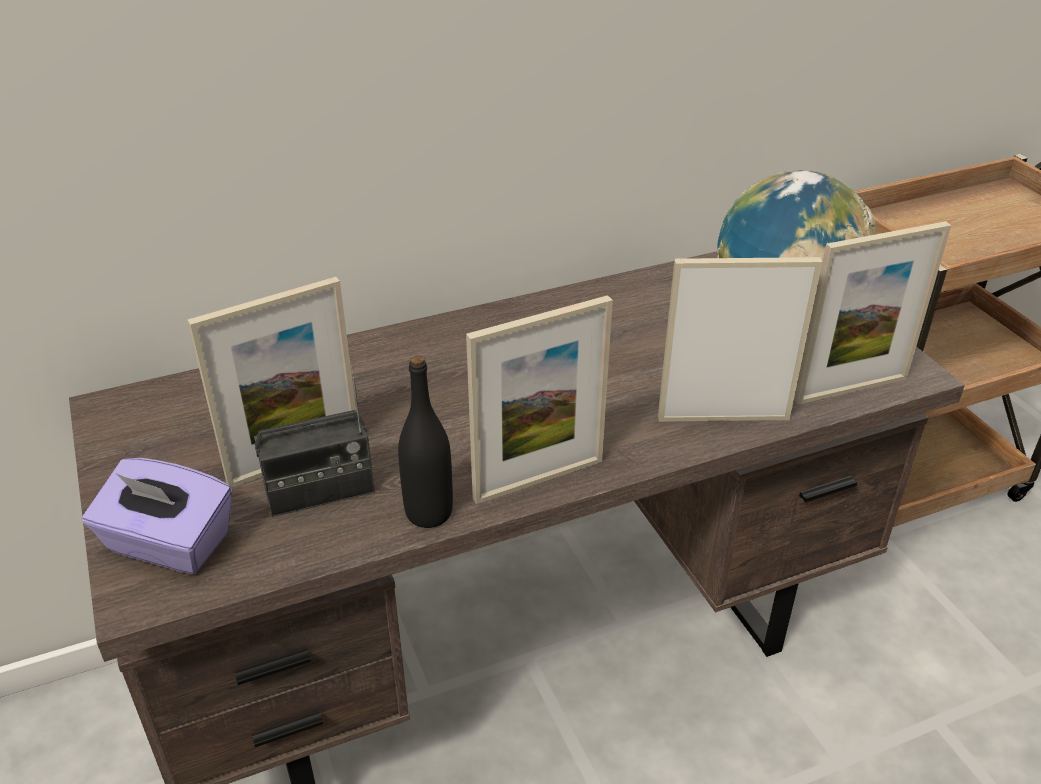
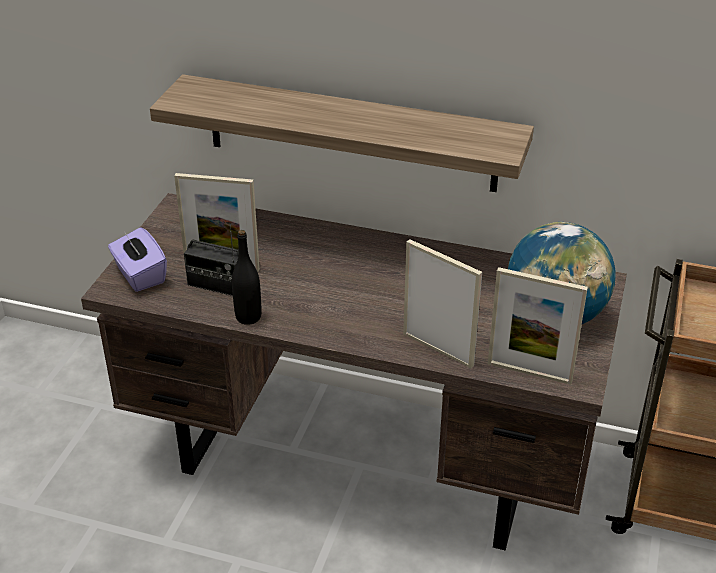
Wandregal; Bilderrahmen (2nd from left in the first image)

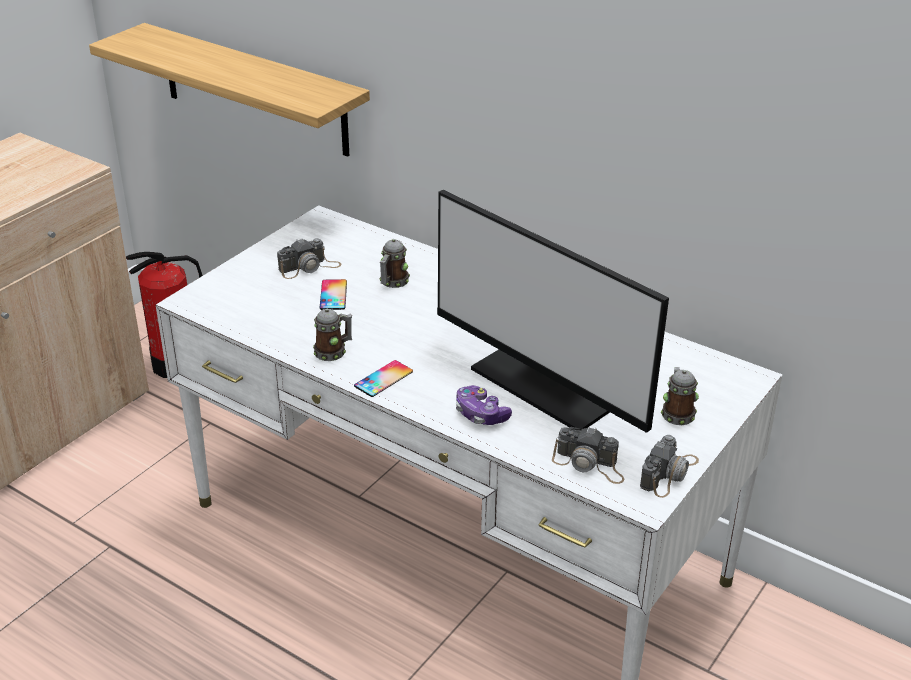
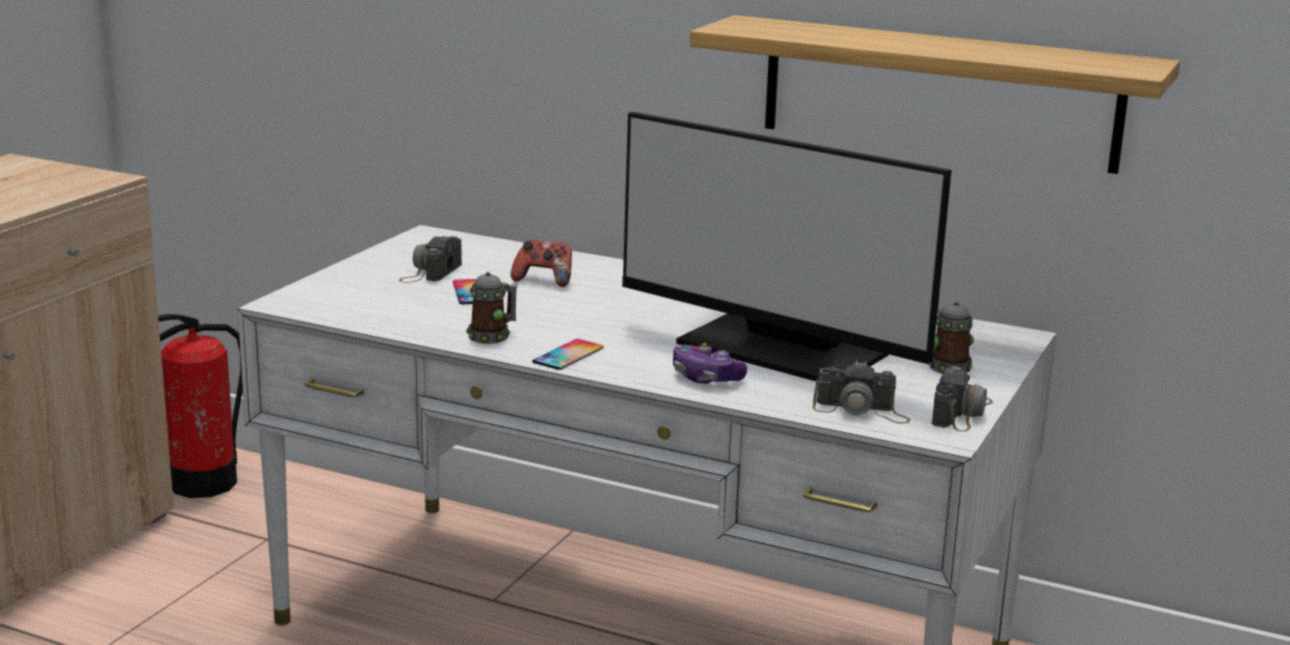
Kamera (1st from left); Gamepad (1st from left); Wandregal

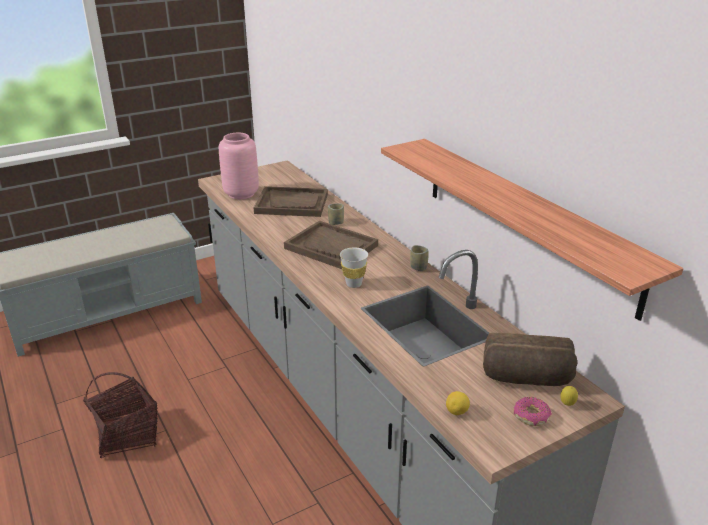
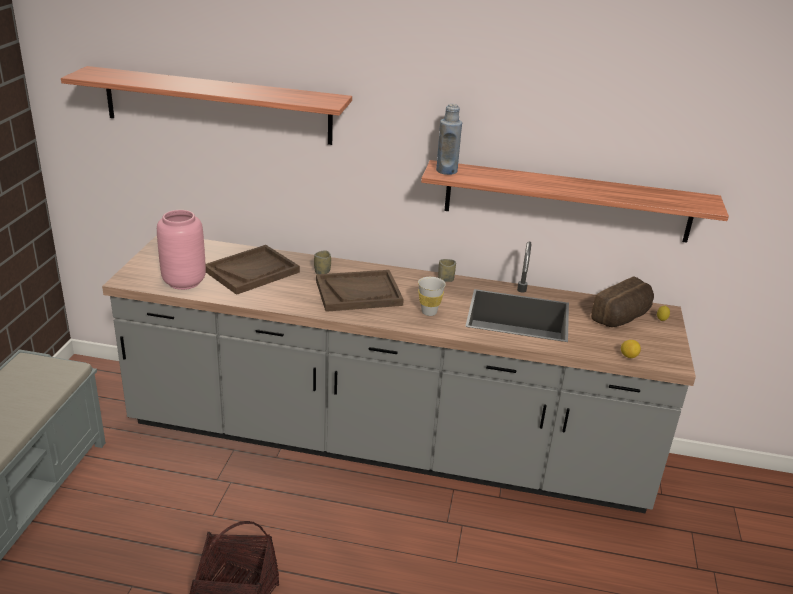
Wandregal (1st from left); Flasche/blau; Donut

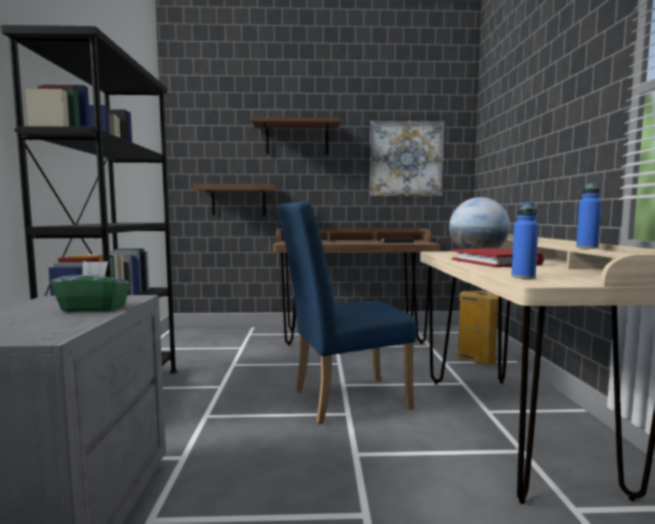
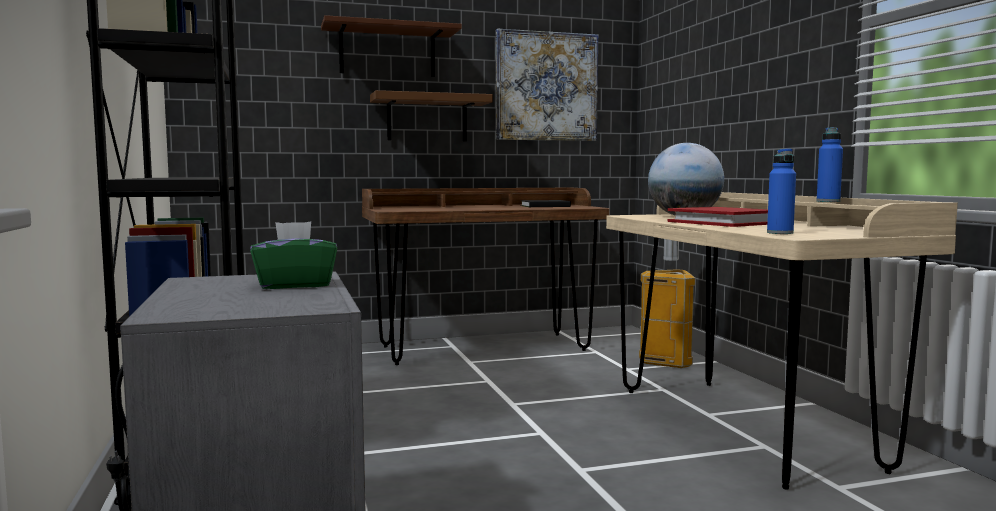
Wandregal/braun (2nd from left); Stuhl/blau

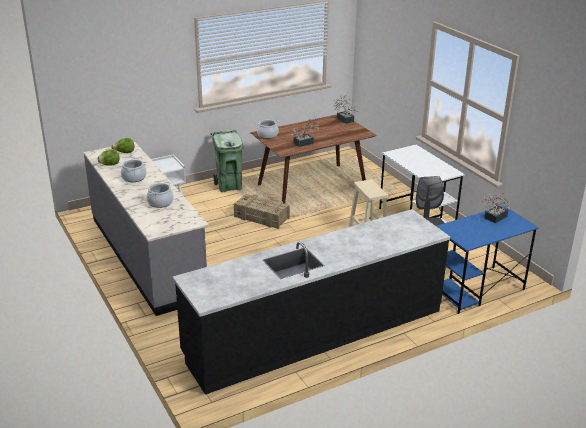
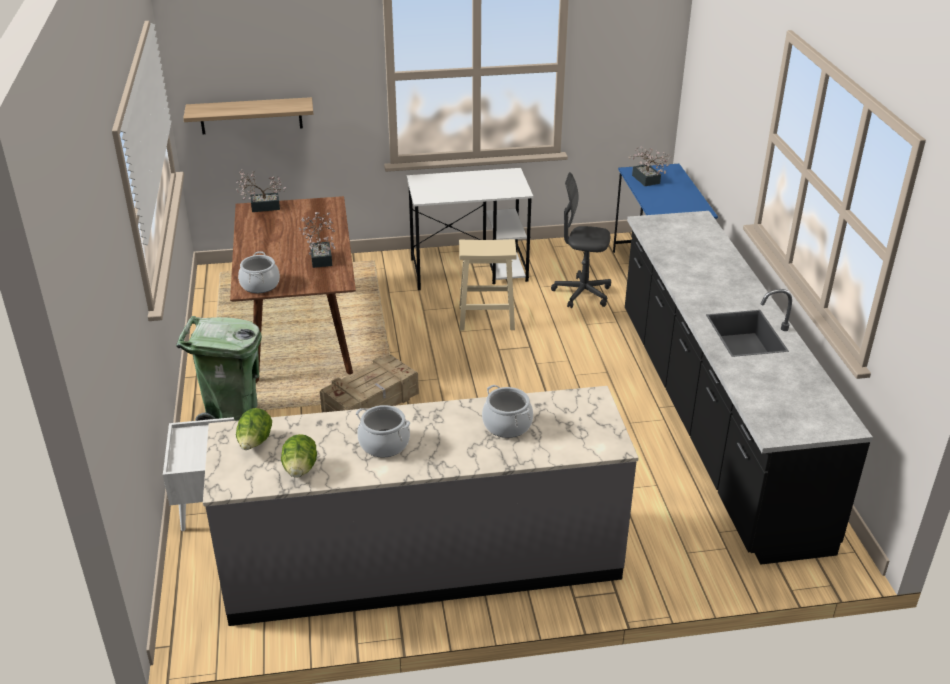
Wandregal

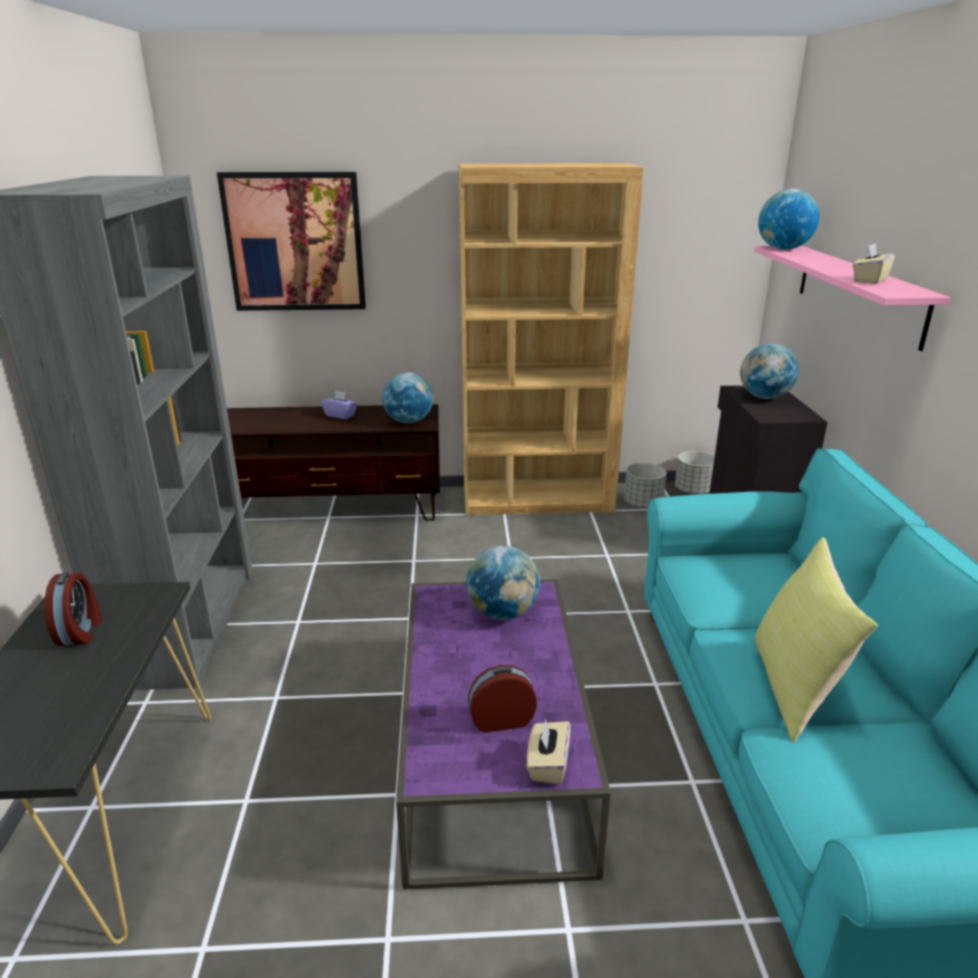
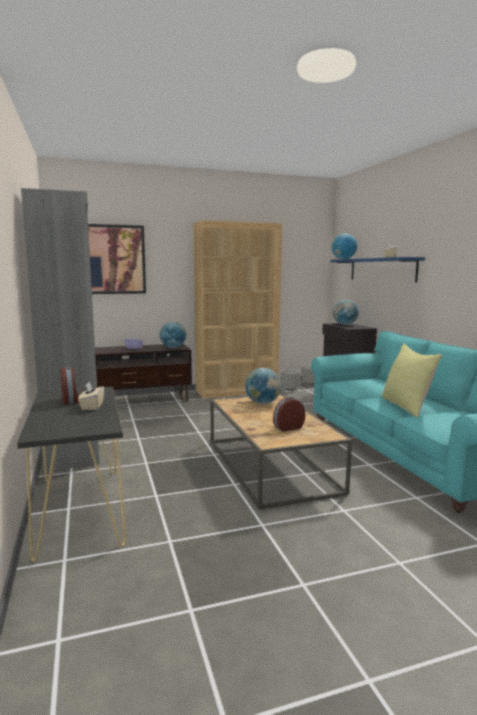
Taschentuchbox/beige (1st from left); Couchtisch/braun; Wandregal/blau

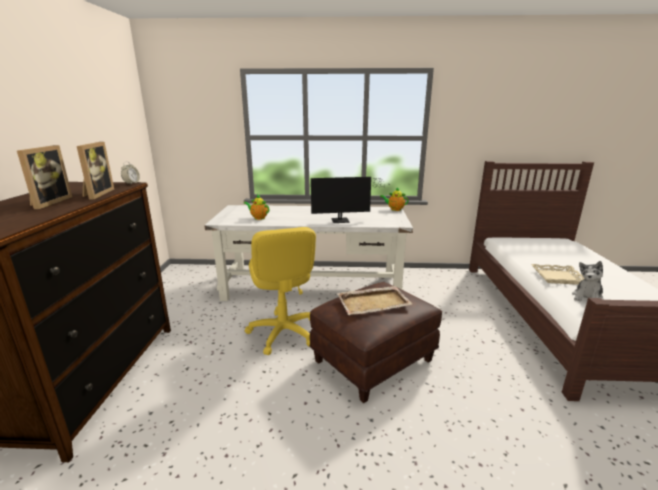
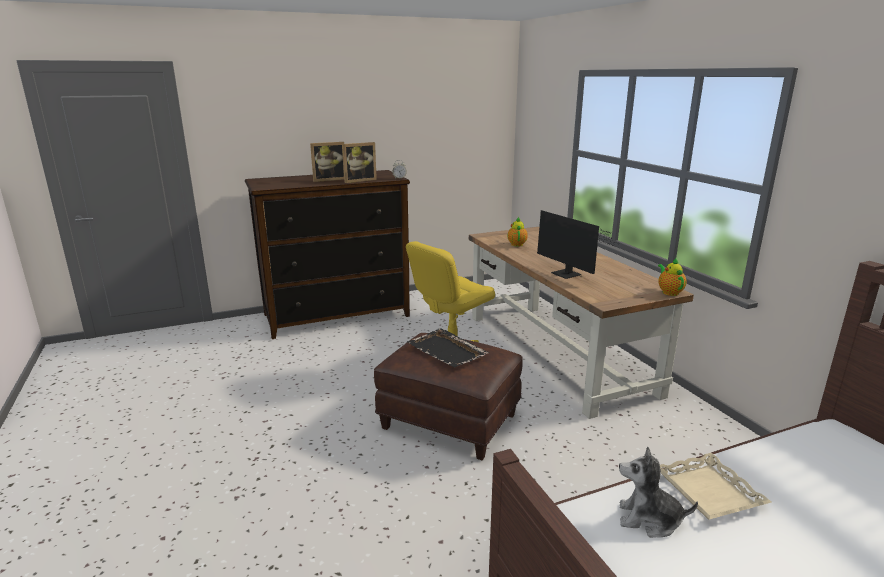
Tablett/schwarz; Schreibtisch/braun

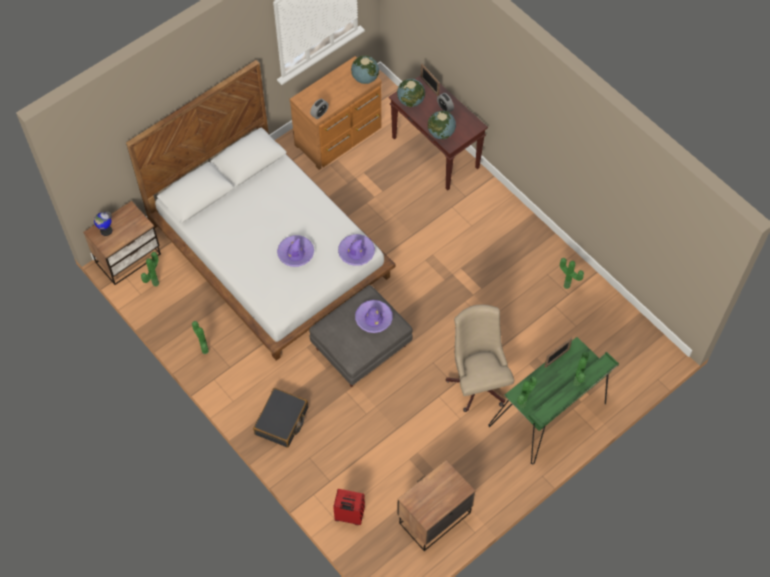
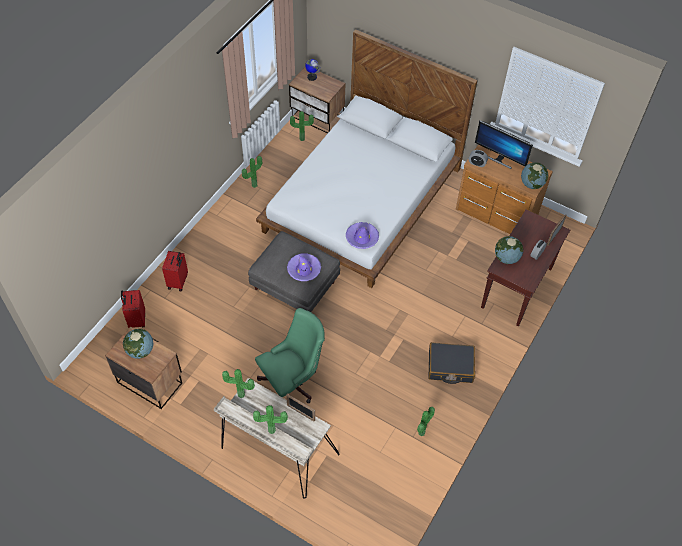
Globus (1st from left); Koffer/rot (2nd from left); Schreibtisch/beige; Bürostuhl/grün; Koffer/schwarz; Monitor; Hut/lila (1st from left in the first image)

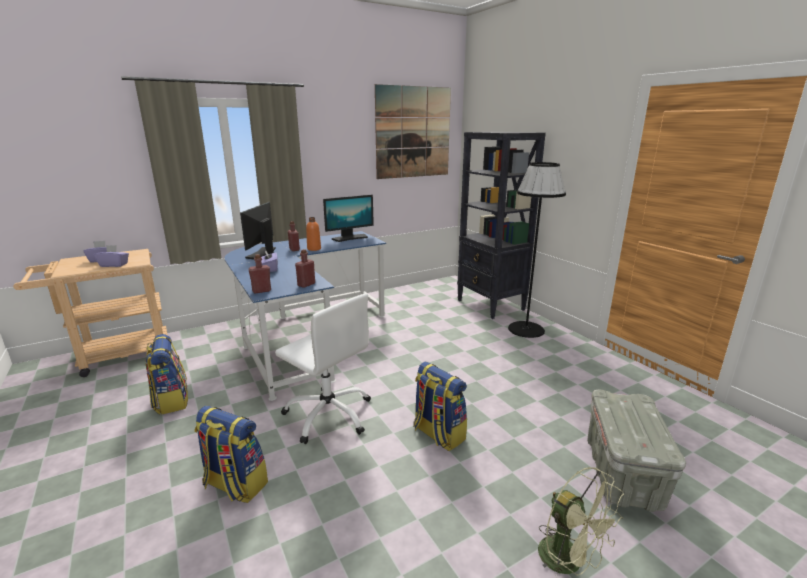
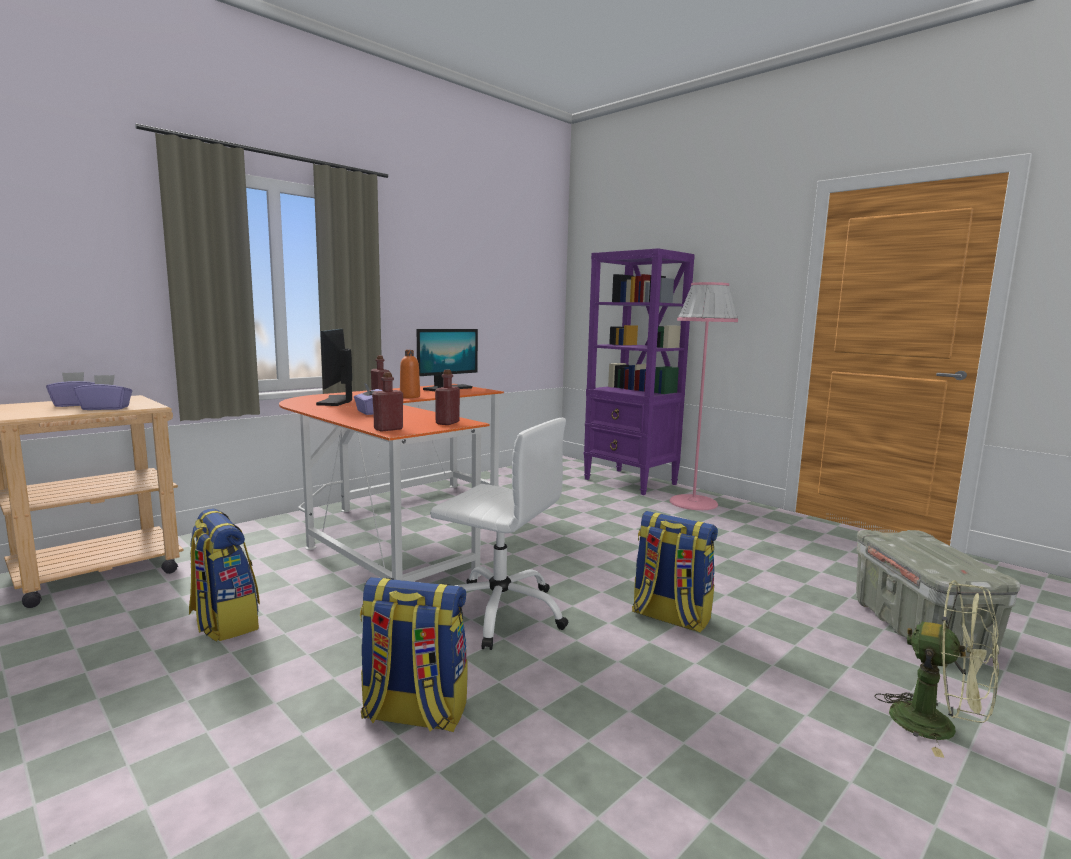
Schreibtisch/orange; Bücherregal/lila; Stehlampe/rosa; Bild

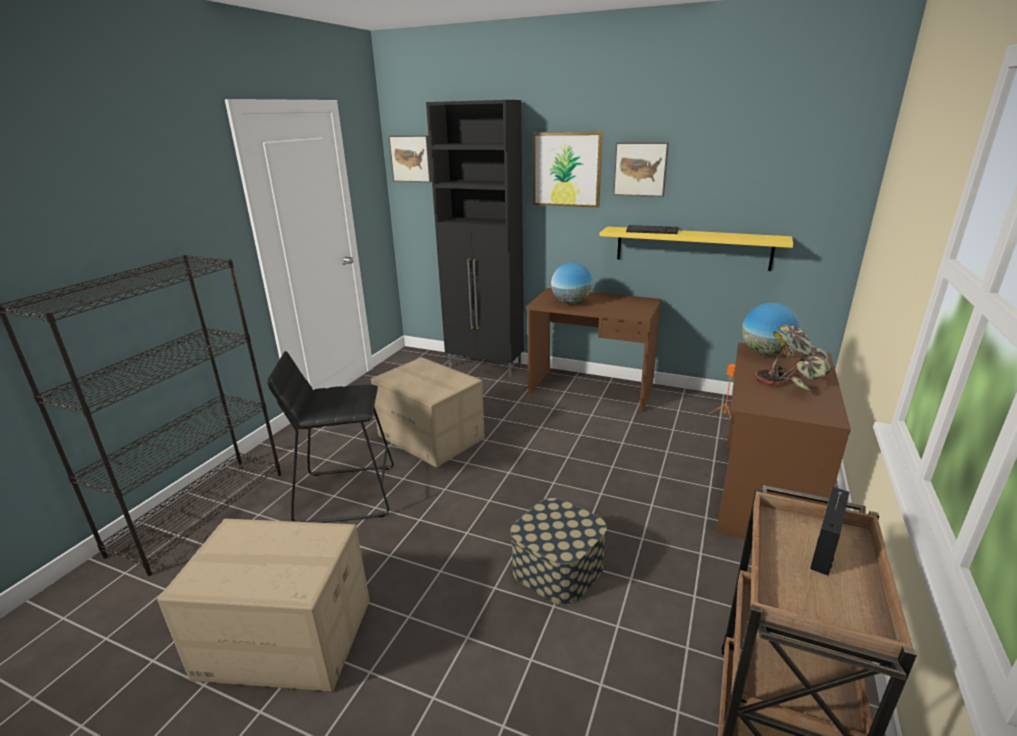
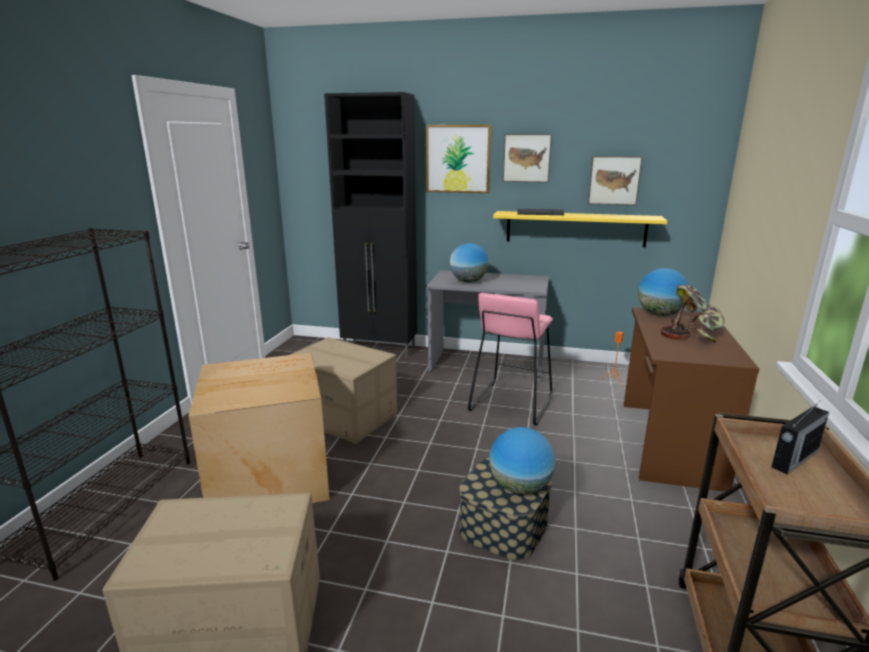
Karton (2nd from left); Schreibtisch/grau; Hocker/rosa; Globus (2nd from left); Bild (3rd from left); Radio

